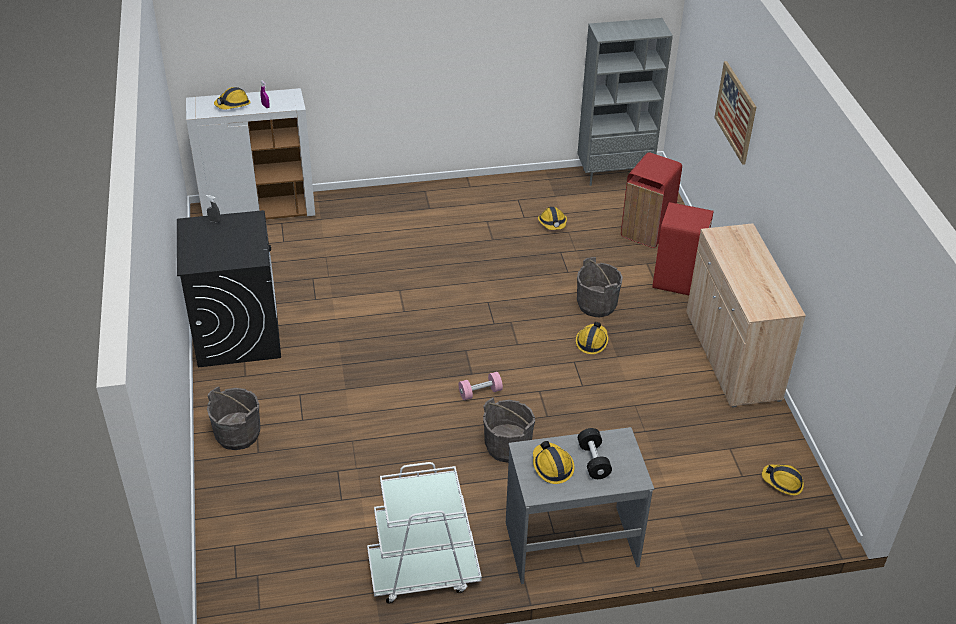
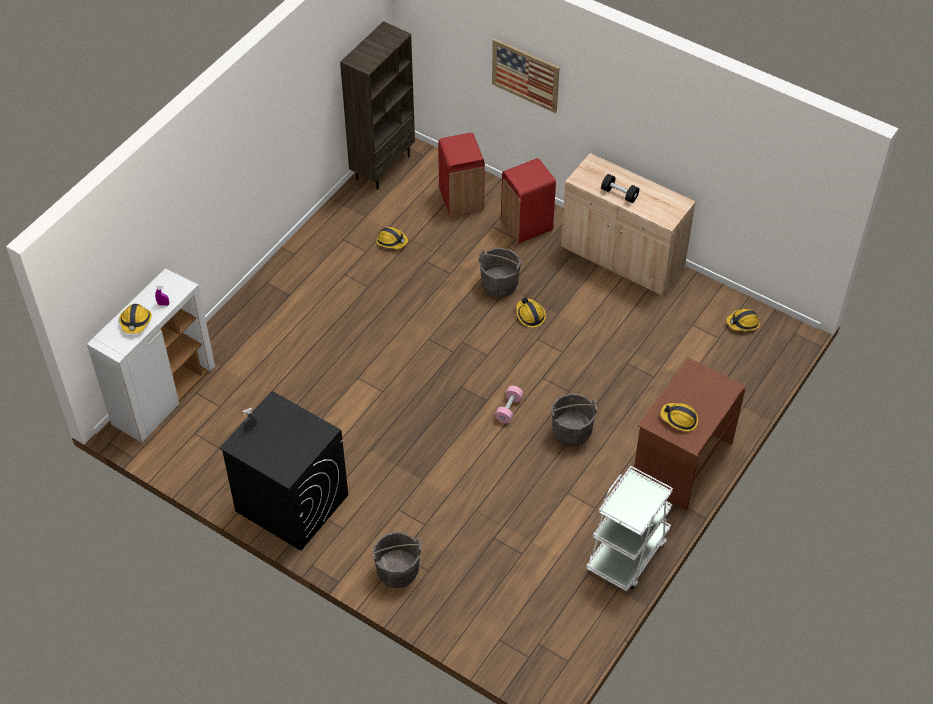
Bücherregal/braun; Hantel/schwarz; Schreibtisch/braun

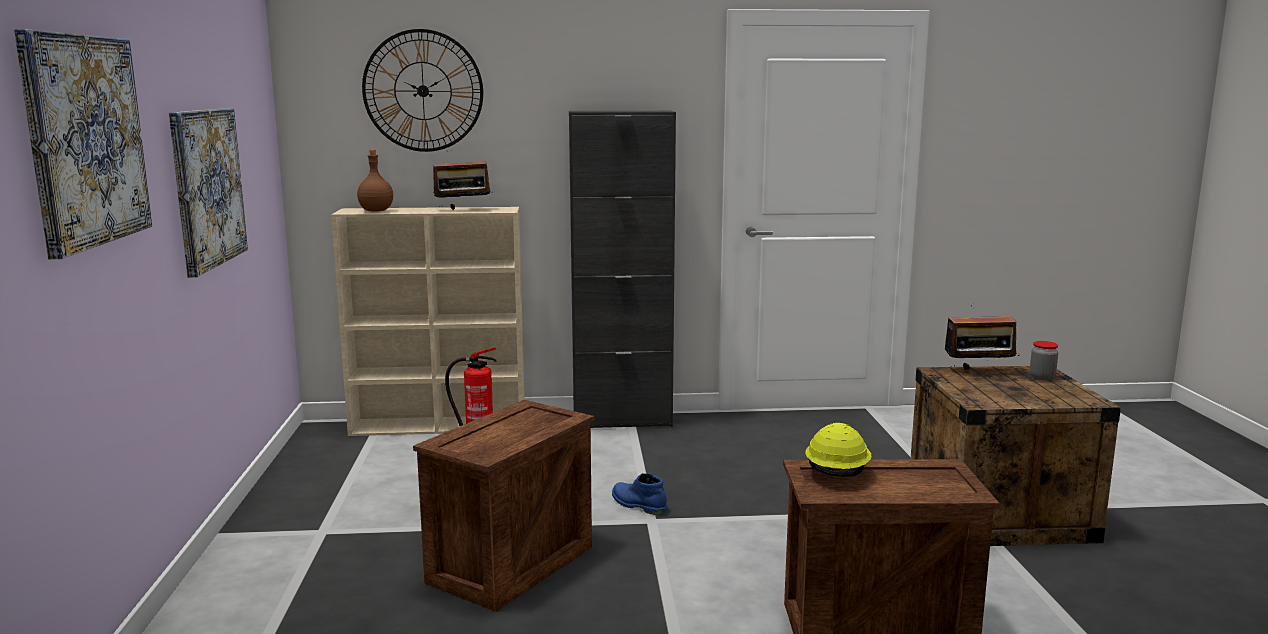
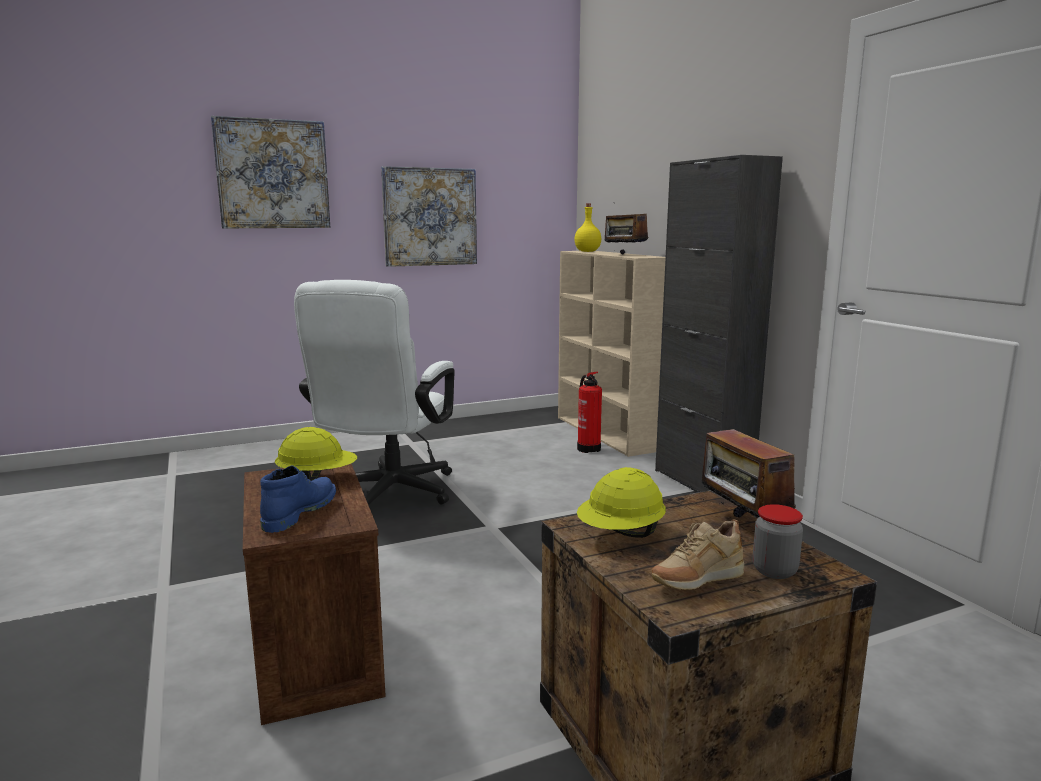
Stiefel/blau; Bürostuhl/weiß; Flasche/gelb; Schutzhelm/gelb (2nd from left); Schuh/beige; Wanduhr

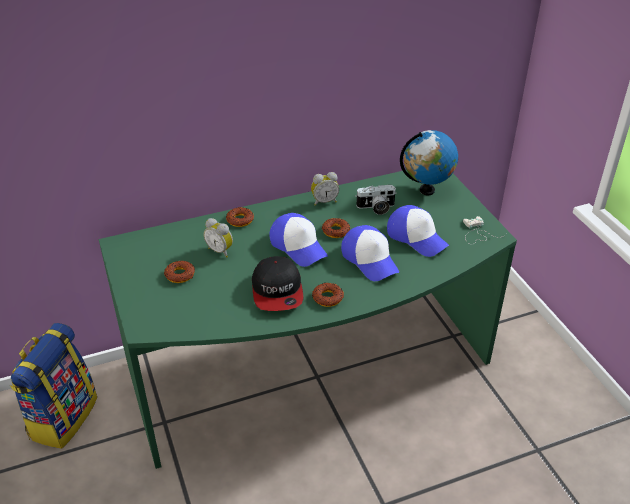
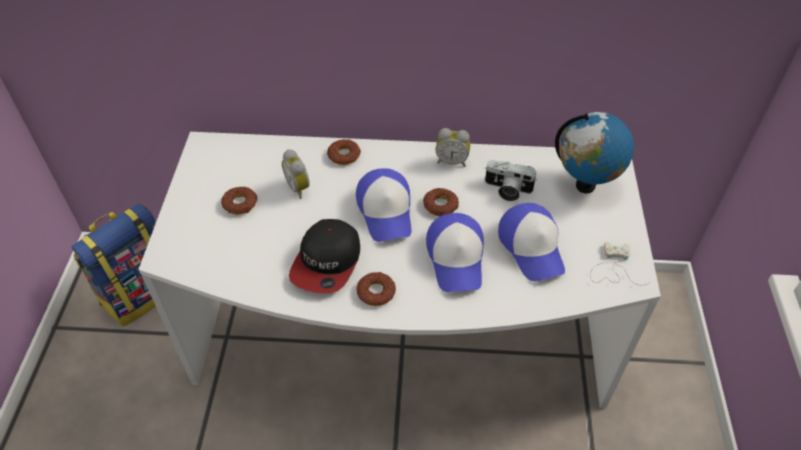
Schreibtisch/weiß

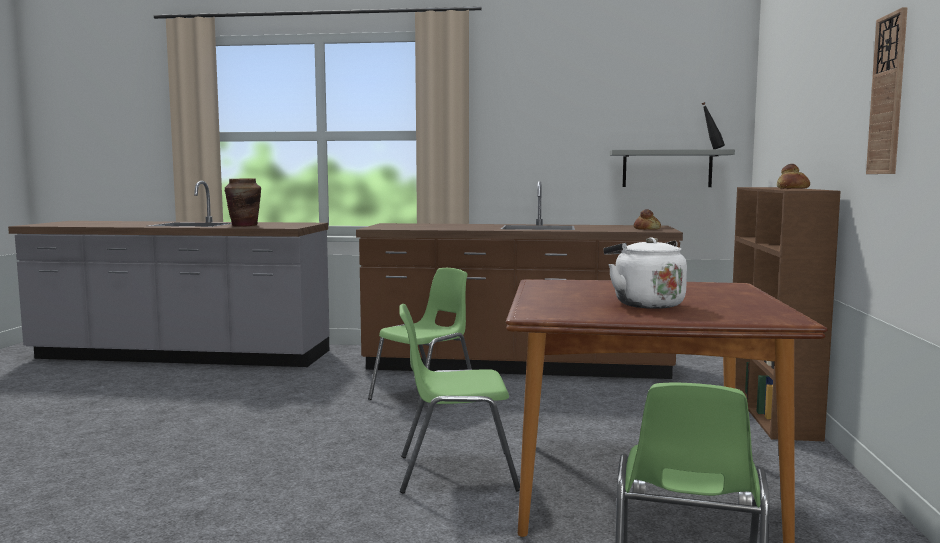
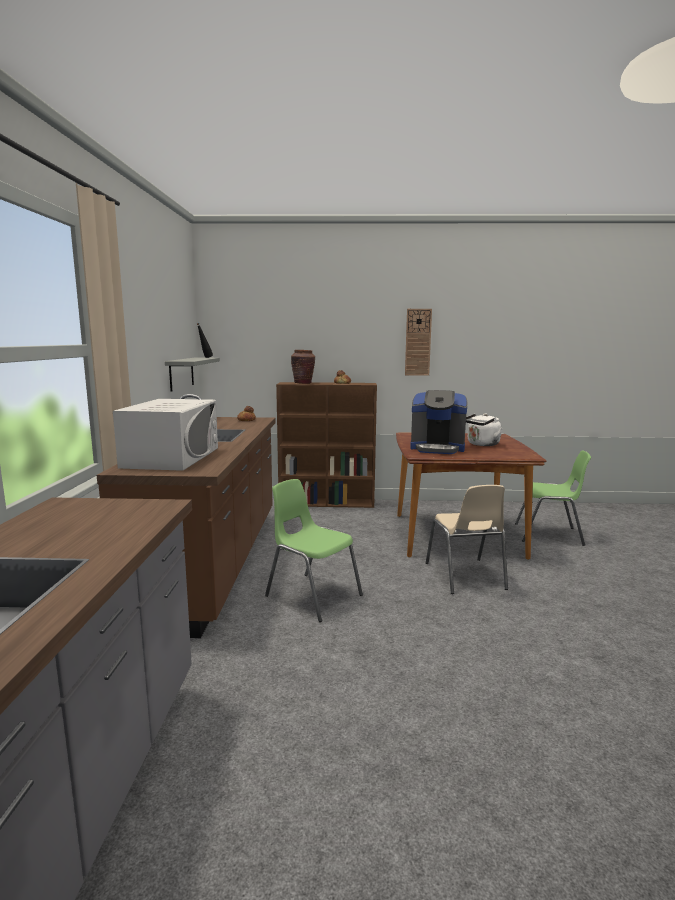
Mikrowelle/weiß; Vase/braun; Kaffeemaschine; Stuhl/beige

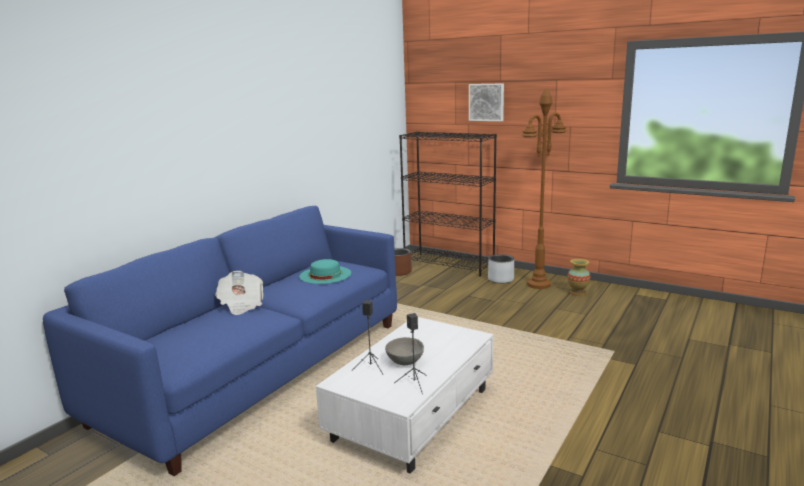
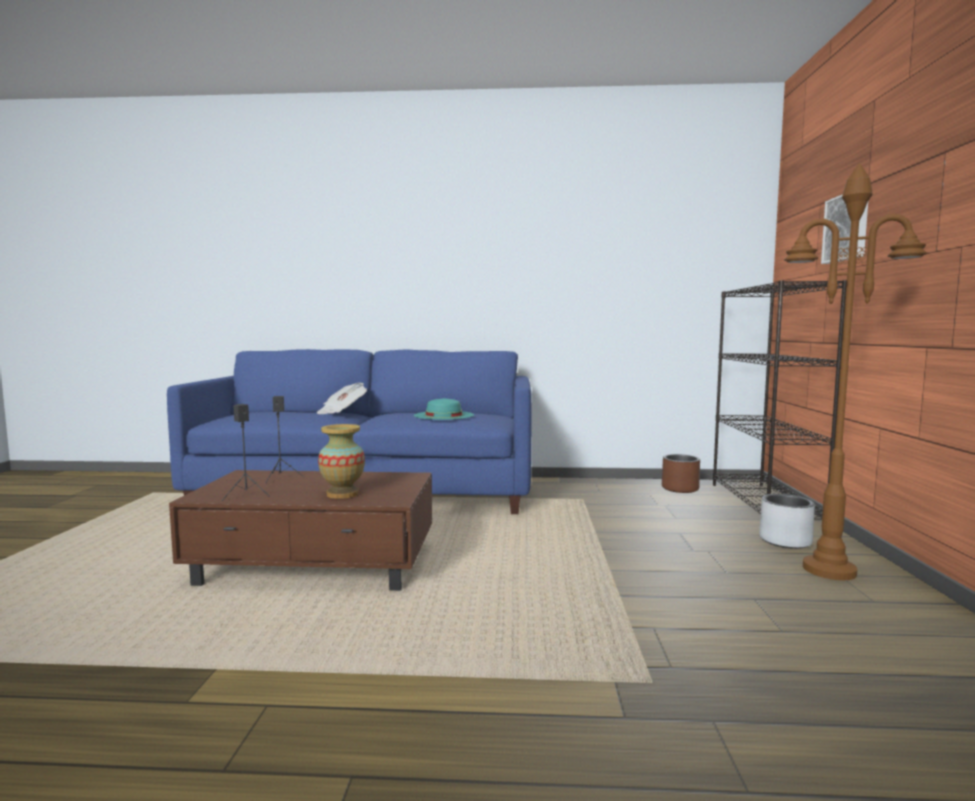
Couchtisch/braun; Vase; Schüssel/grau

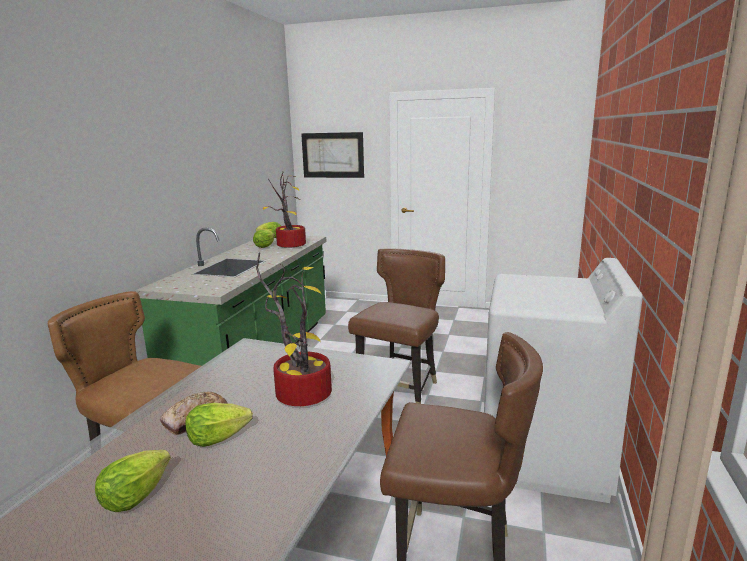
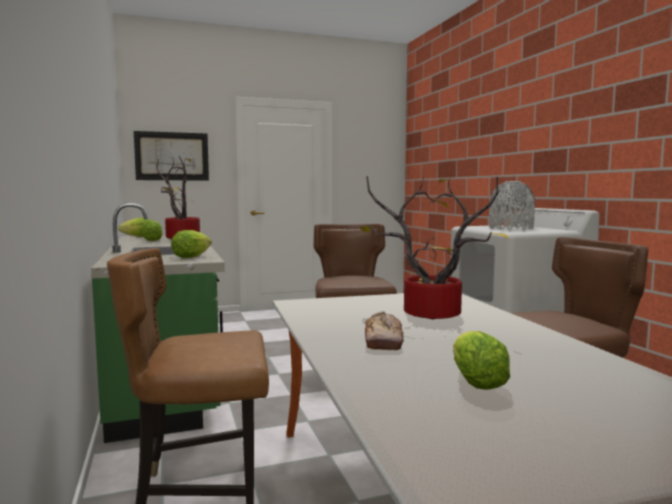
Salatkopf (3rd from left); Vase/grau

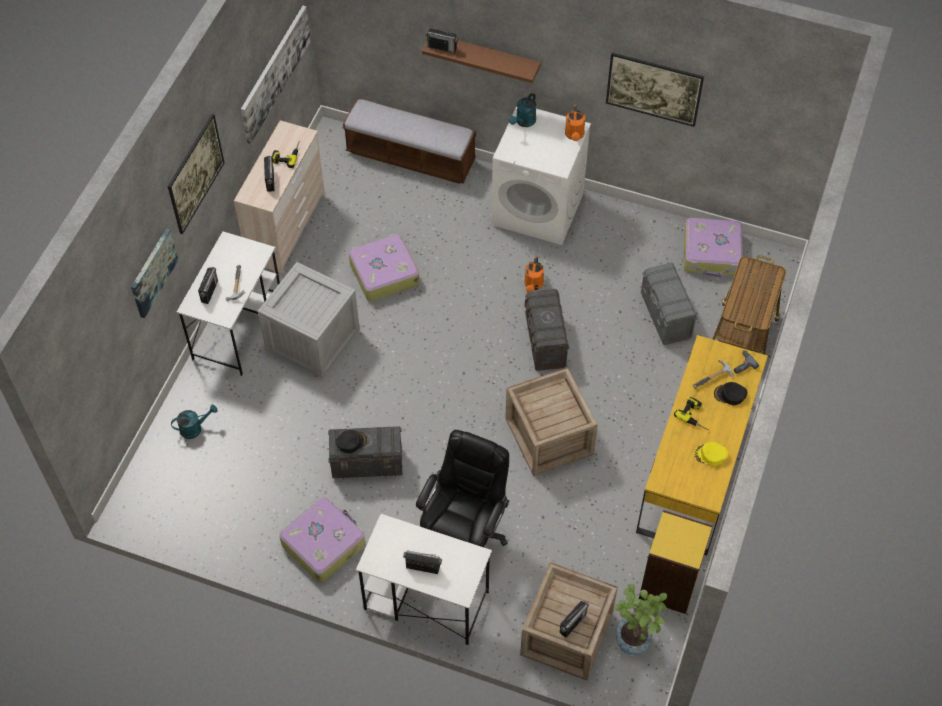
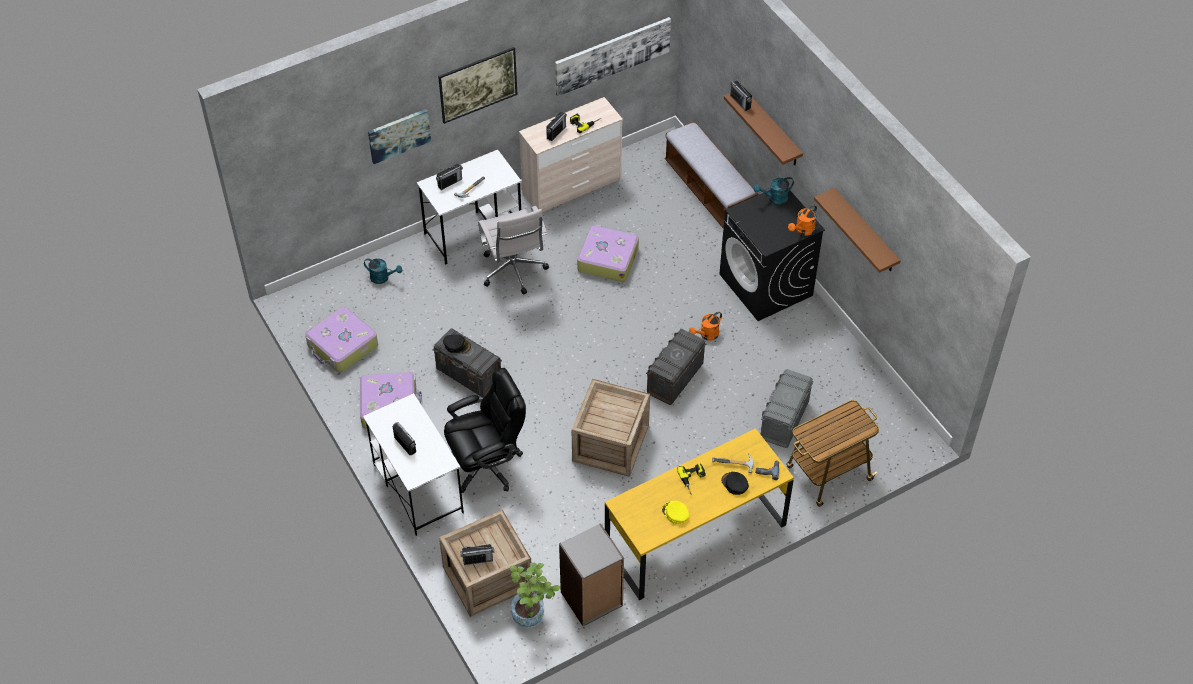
Koffer (1st from left); Bürostuhl/weiß; Bücherregal/grau; Waschmaschine/schwarz; Wandregal/braun (2nd from left)

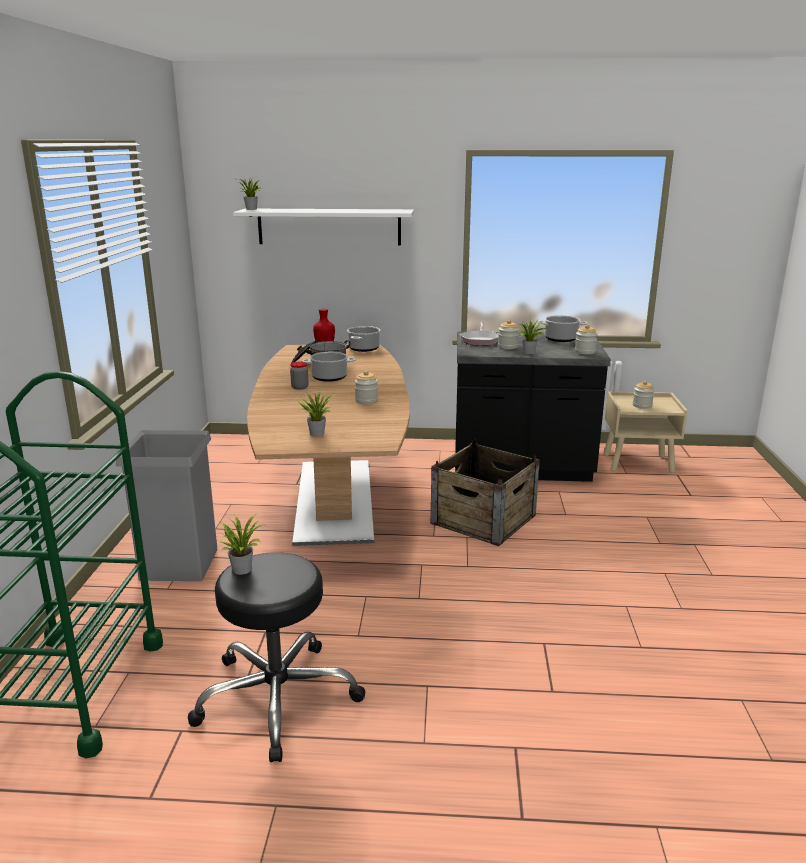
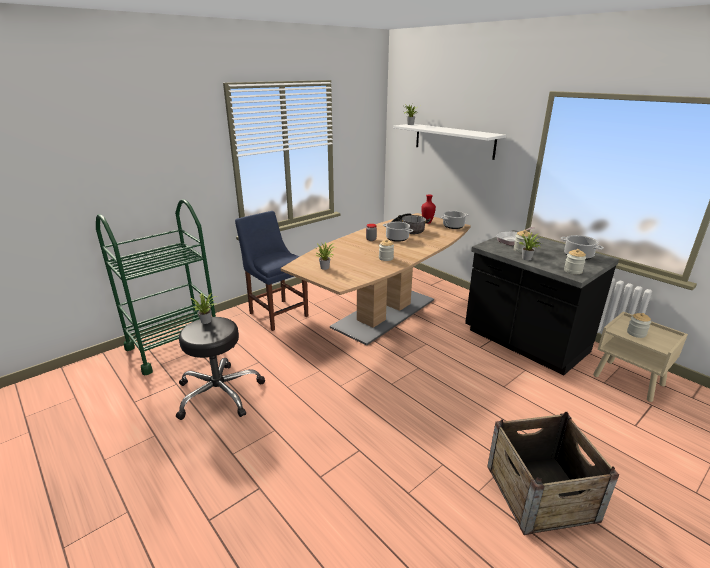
Stuhl/blau; Kiste

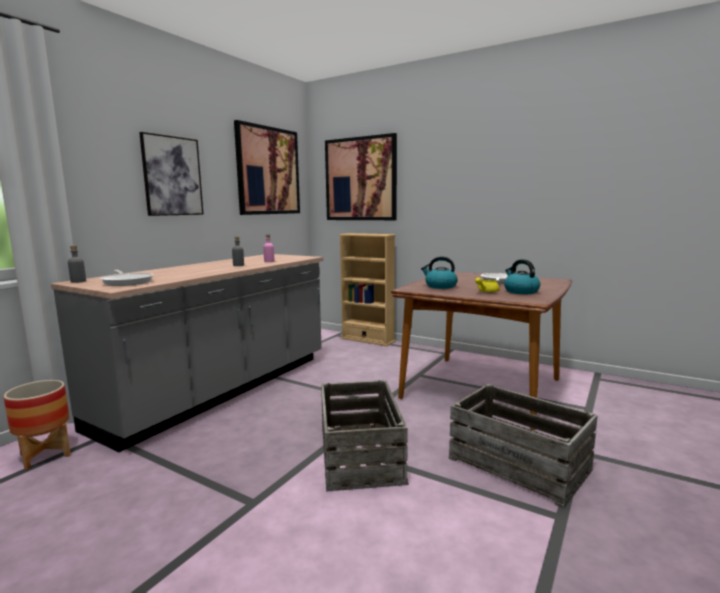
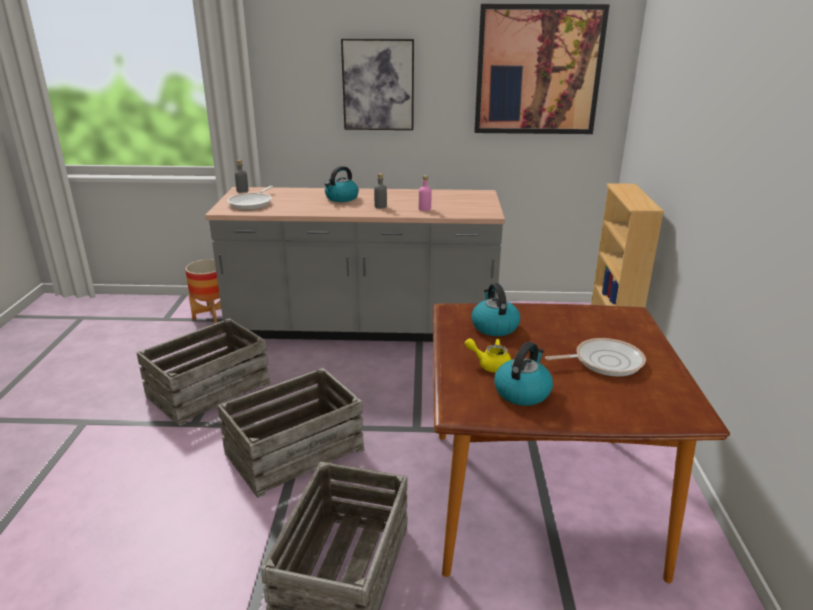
Kiste (1st from left); Wasserkessel (1st from left); Bild (3rd from left in the first image)

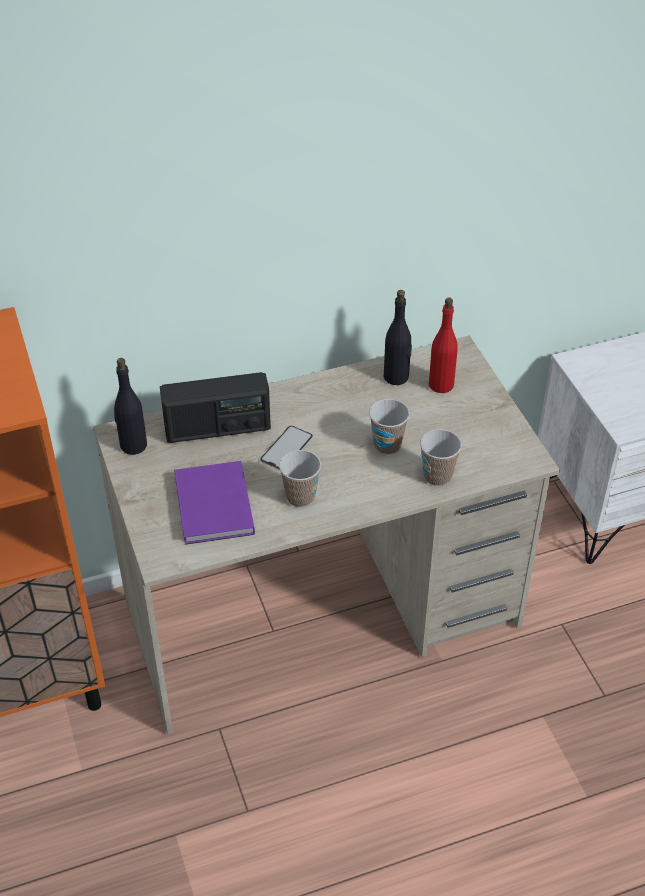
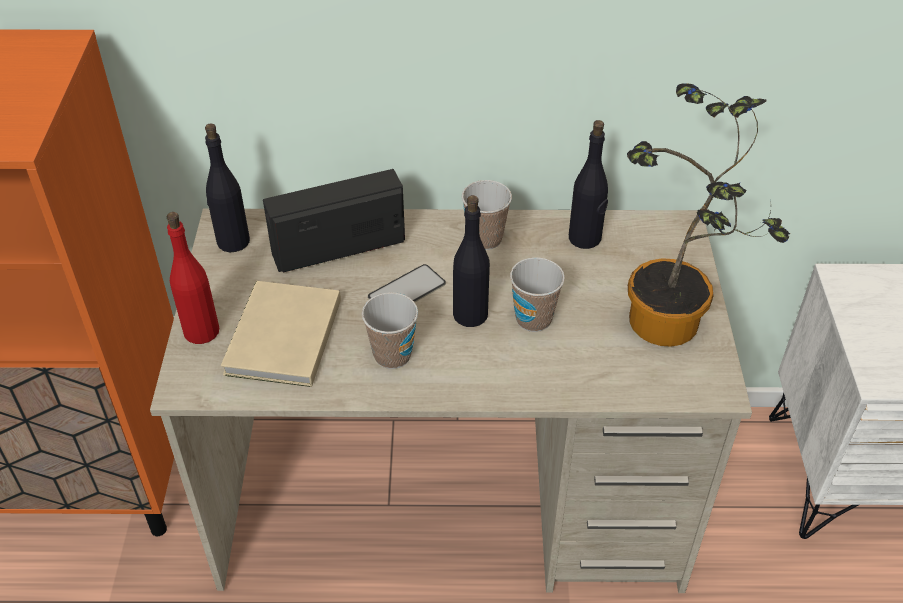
Flasche/rot; Buch/beige; Radio; Flasche/schwarz (2nd from left); Tasse (2nd from left); Topfpflanze

